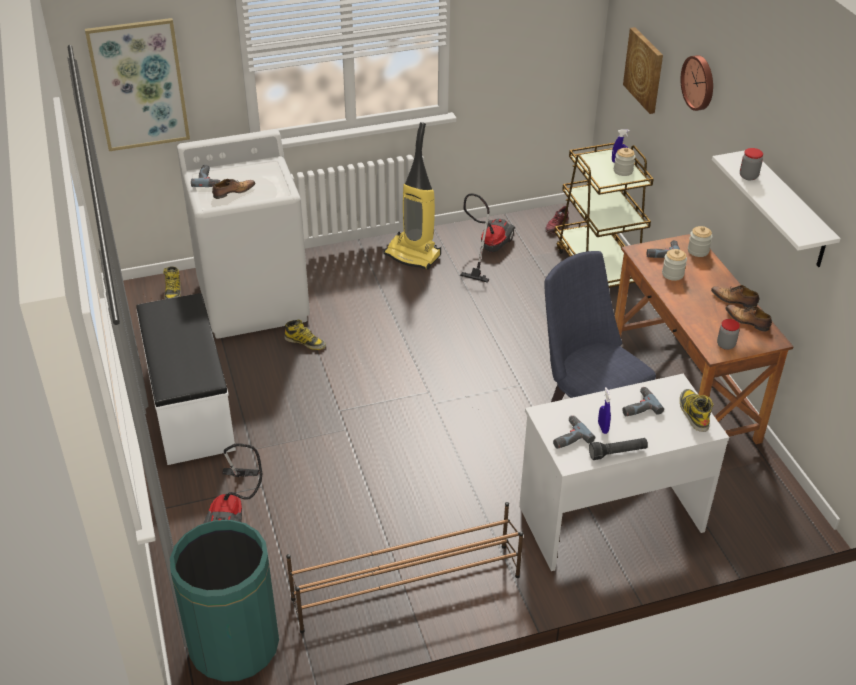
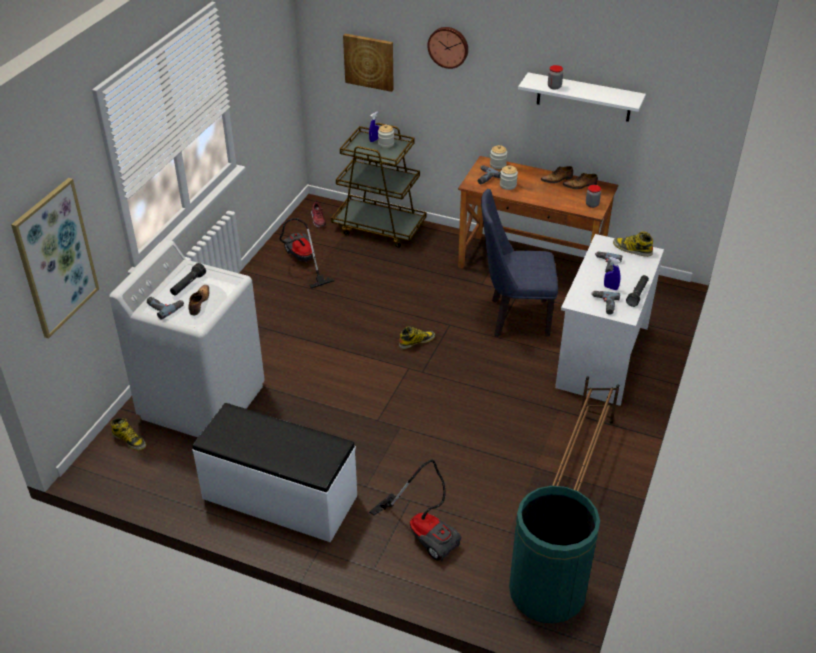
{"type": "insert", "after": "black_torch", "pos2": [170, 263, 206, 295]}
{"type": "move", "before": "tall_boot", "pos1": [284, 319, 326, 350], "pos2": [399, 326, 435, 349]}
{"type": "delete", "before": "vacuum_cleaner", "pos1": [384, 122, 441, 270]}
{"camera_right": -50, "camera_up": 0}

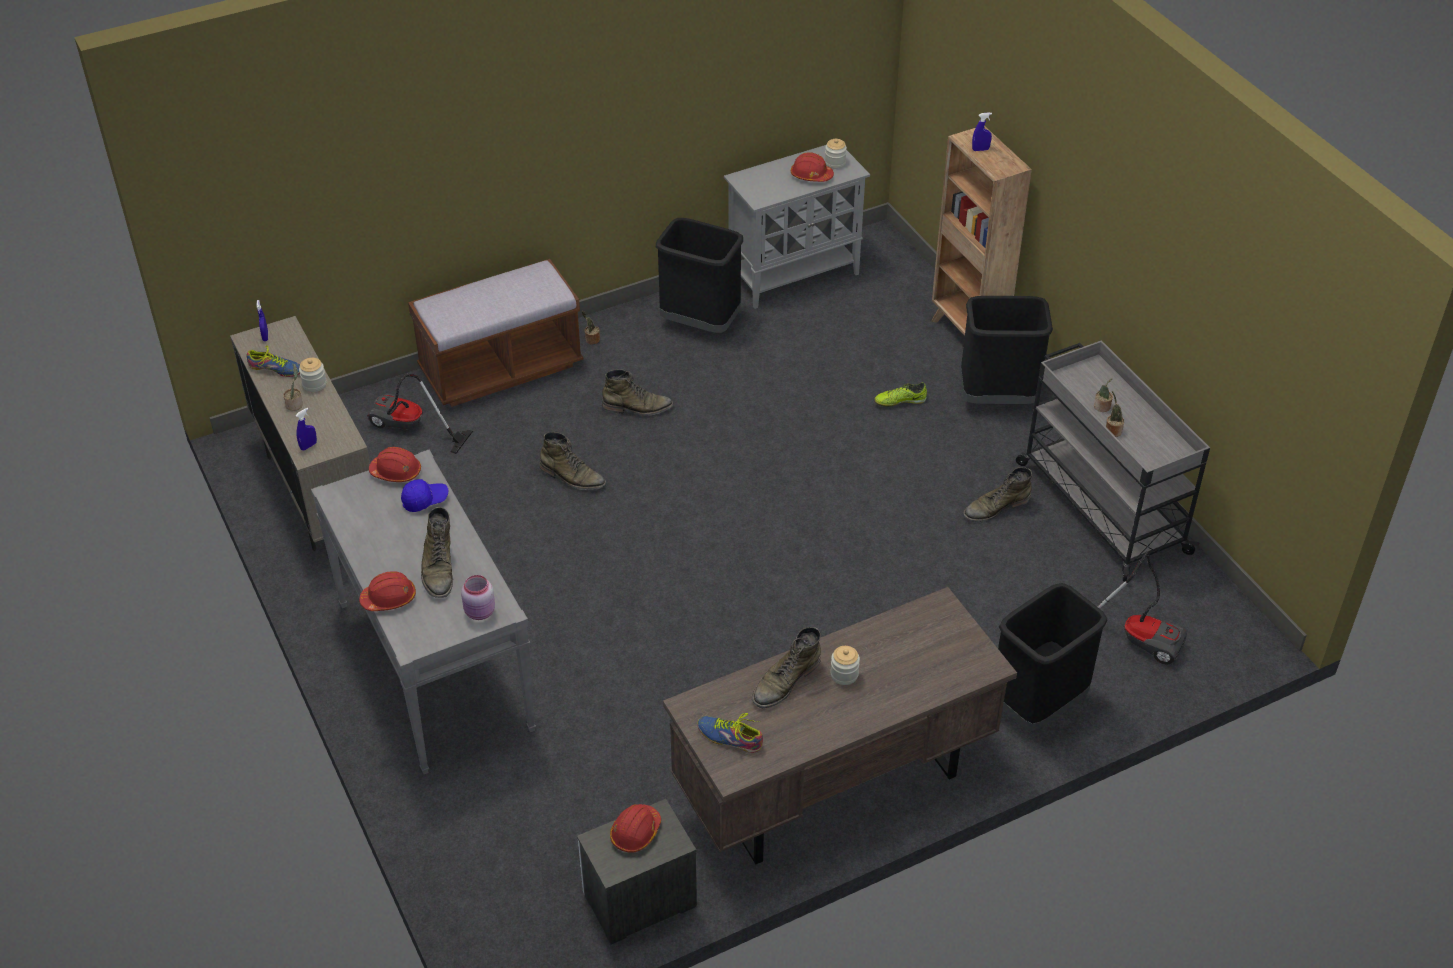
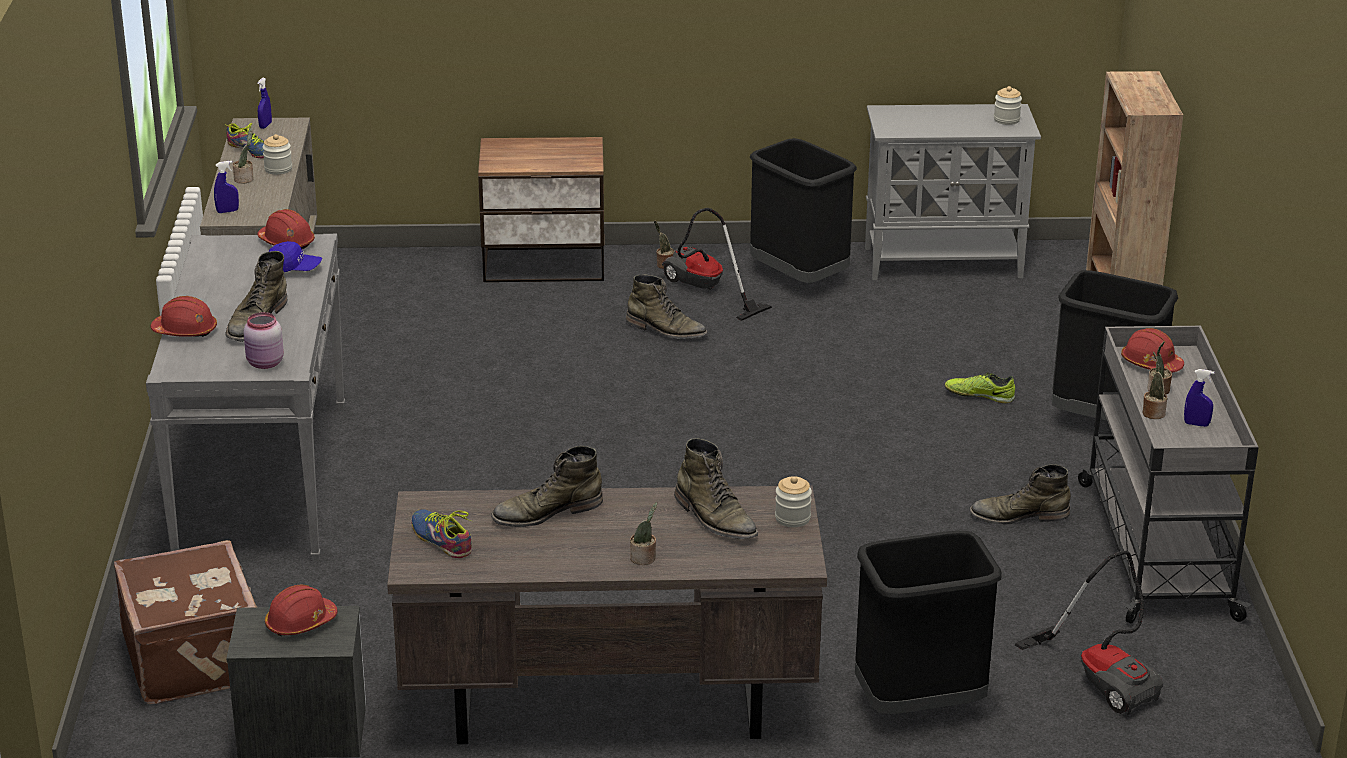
{"type": "insert", "after": "brown_piece_of_luggage", "pos2": [114, 540, 257, 704]}
{"type": "replace", "before": "brown_long_seat", "after": "night_table", "pos1": [408, 259, 583, 407], "pos2": [478, 137, 604, 282]}
{"type": "insert", "after": "houseplant", "pos2": [630, 502, 657, 565]}
{"type": "move", "before": "vacuum_cleaner", "pos1": [367, 374, 473, 454], "pos2": [662, 208, 772, 321]}
{"type": "move", "before": "greenish_tall_boot", "pos1": [539, 432, 606, 490], "pos2": [674, 438, 758, 539]}
{"type": "move", "before": "preserve_jar", "pos1": [830, 646, 860, 685], "pos2": [775, 476, 812, 527]}
{"type": "move", "before": "red-coloured_work_helmet", "pos1": [791, 152, 834, 182], "pos2": [1121, 328, 1184, 373]}
{"type": "move", "before": "bluish_hand_sprayer", "pos1": [972, 112, 992, 151], "pos2": [1184, 369, 1214, 427]}
{"camera_right": 25, "camera_up": -15}

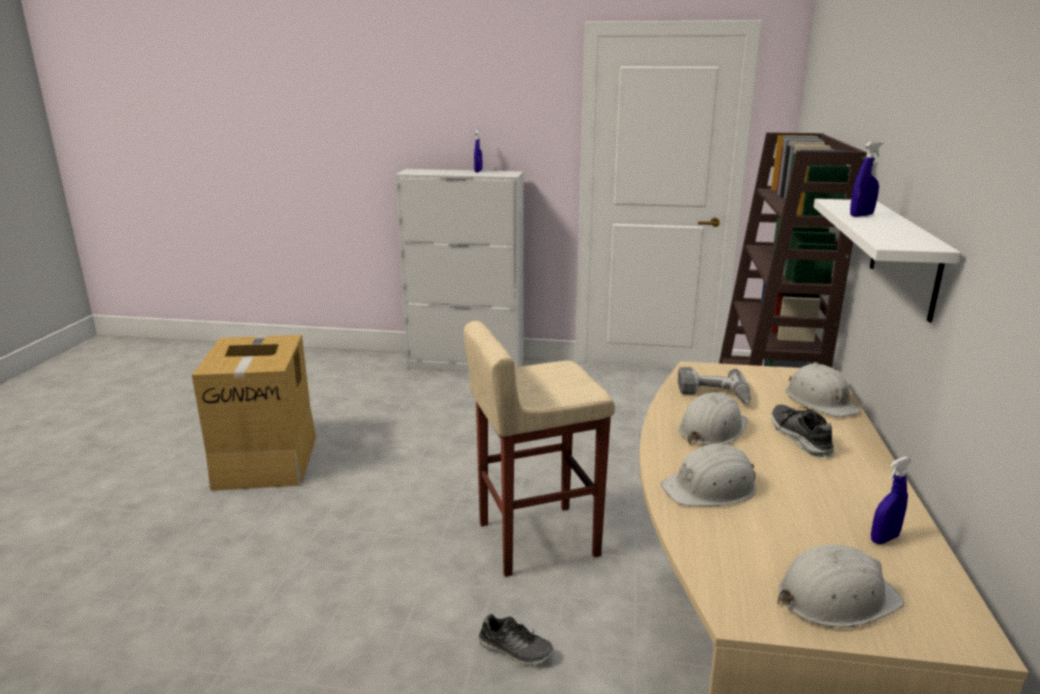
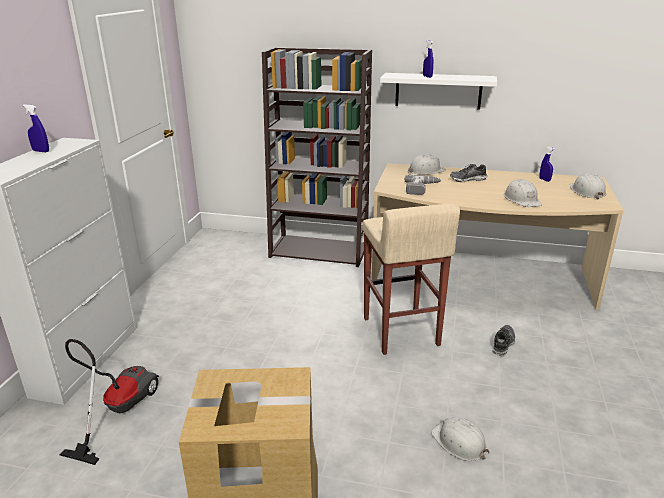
{"type": "insert", "after": "vacuum_cleaner", "pos2": [60, 339, 159, 465]}
{"type": "move", "before": "whitish_work_helmet", "pos1": [678, 392, 747, 445], "pos2": [431, 417, 490, 461]}
{"camera_right": -85, "camera_up": 5}

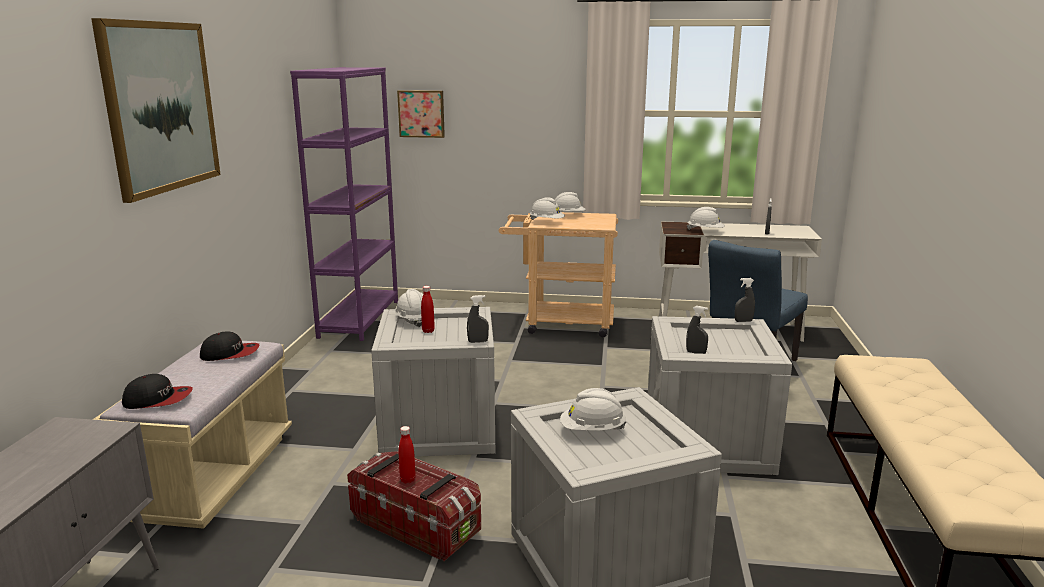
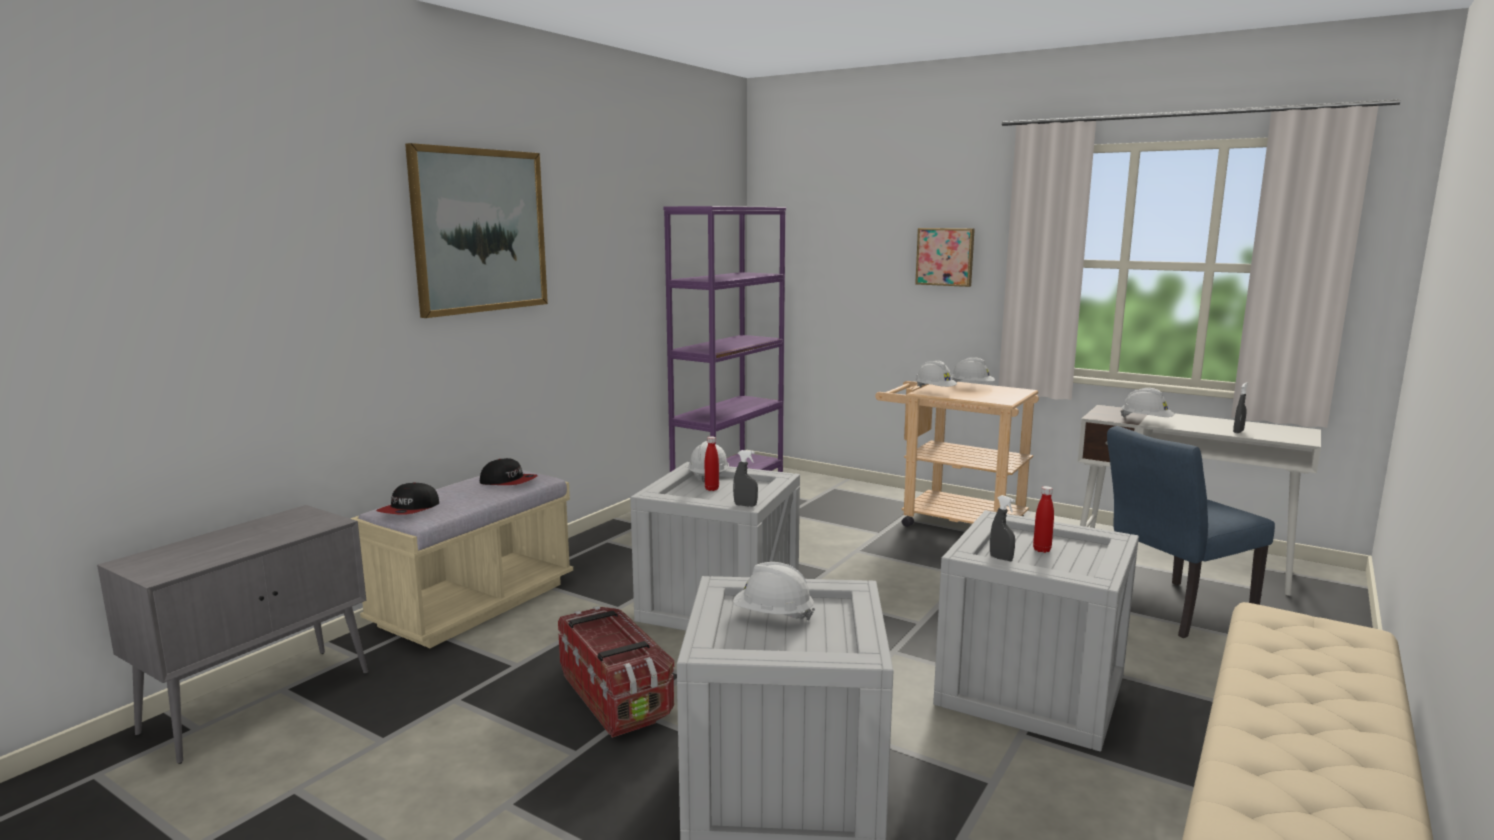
{"type": "rotate", "before": "cap", "pos1": [122, 374, 193, 409], "pos2": [376, 482, 439, 514], "turn": 90}
{"type": "move", "before": "picture", "pos1": [397, 90, 445, 138], "pos2": [915, 228, 975, 287]}
{"type": "move", "before": "red-coloured_beverage_bottle", "pos1": [399, 426, 416, 483], "pos2": [1033, 486, 1054, 553]}
{"type": "delete", "before": "greyish_hand_sprayer", "pos1": [735, 278, 755, 322]}
{"camera_right": 25, "camera_up": -5}

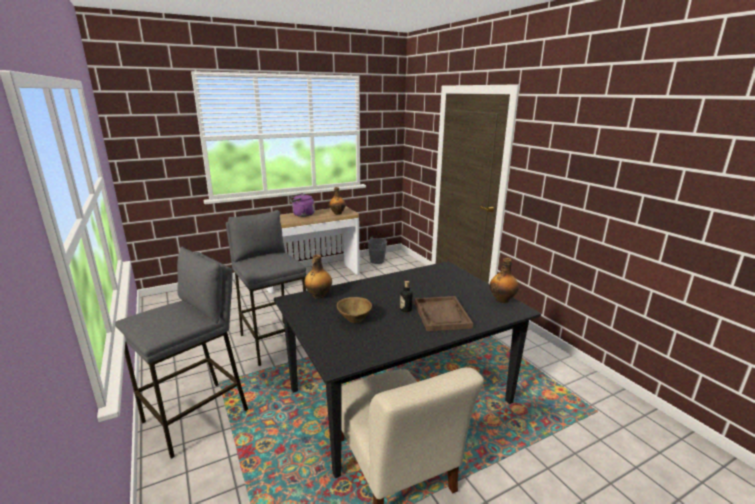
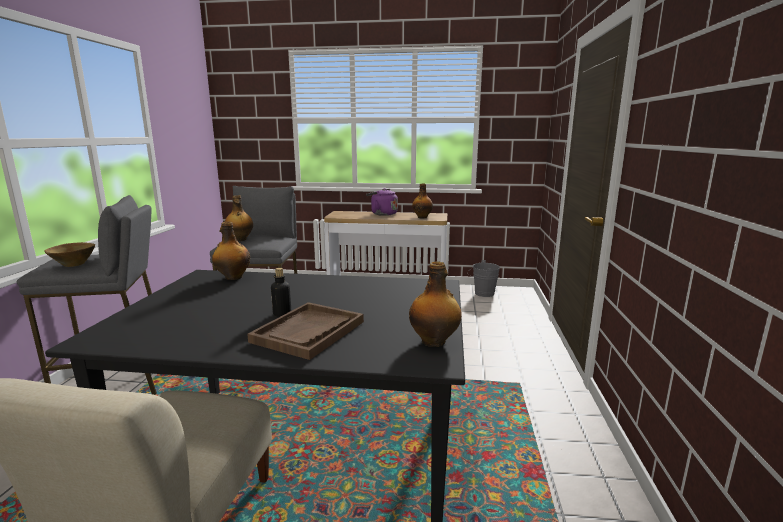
{"type": "move", "before": "brown_serving_bowl", "pos1": [337, 297, 372, 323], "pos2": [44, 242, 95, 267]}
{"type": "insert", "after": "beverage_bottle", "pos2": [225, 195, 253, 241]}
{"camera_right": 35, "camera_up": -5}

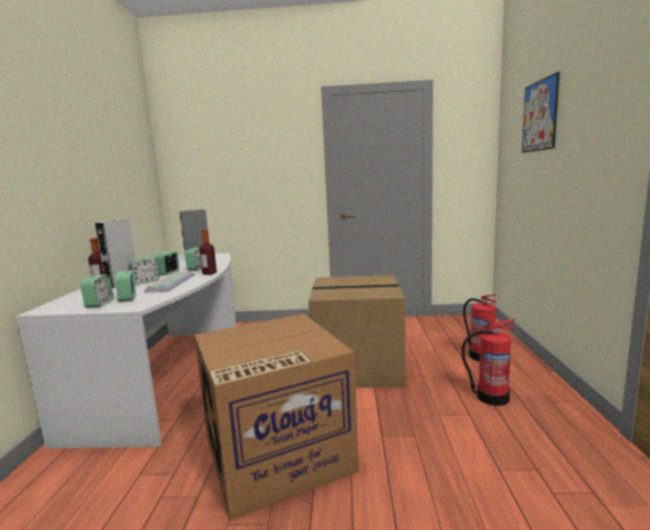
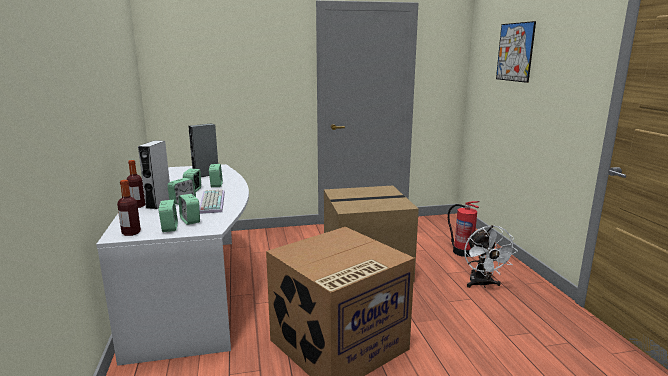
{"type": "move", "before": "beverage_bottle", "pos1": [199, 230, 217, 275], "pos2": [117, 180, 141, 236]}
{"type": "replace", "before": "fire_extinguisher", "after": "whitish_electric_fan", "pos1": [462, 318, 515, 406], "pos2": [464, 225, 518, 288]}
{"camera_right": -15, "camera_up": 5}

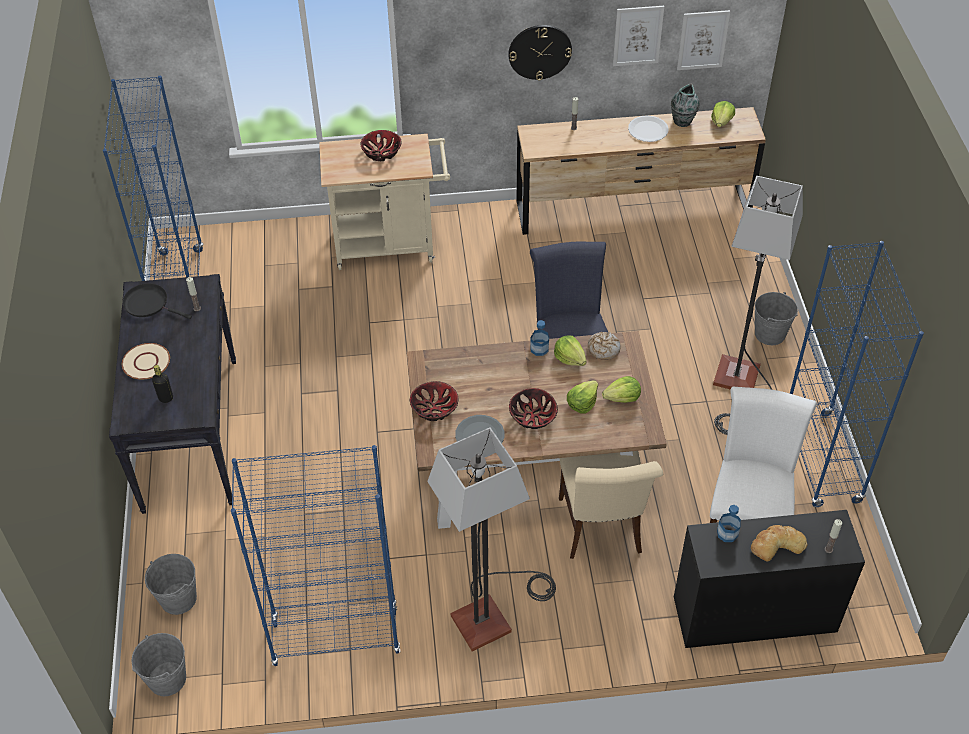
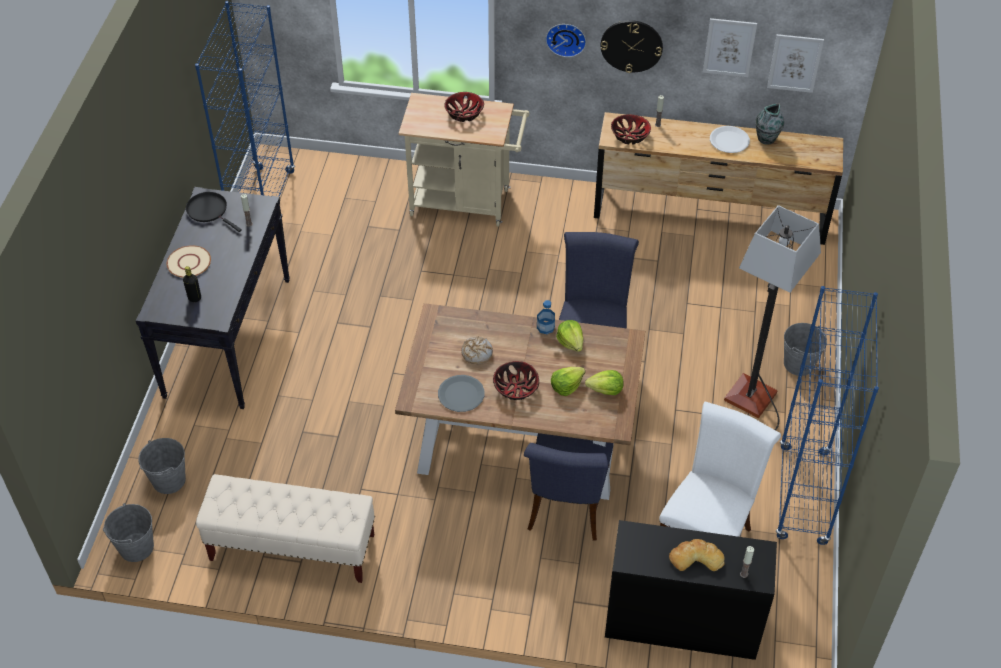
{"type": "replace", "before": "bluish_bookcase", "after": "beige-coloured_long_seat", "pos1": [231, 445, 400, 666], "pos2": [196, 474, 375, 583]}
{"type": "move", "before": "bread", "pos1": [588, 332, 620, 360], "pos2": [461, 337, 493, 364]}
{"type": "recolor", "before": "beige-coloured_chair", "after": "bluish_chair", "pos1": [559, 451, 663, 559], "pos2": [524, 433, 613, 541]}
{"type": "insert", "after": "clock_on_the_wall", "pos2": [546, 24, 586, 57]}
{"type": "move", "before": "serving_bowl", "pos1": [410, 381, 458, 421], "pos2": [611, 114, 651, 145]}
{"type": "delete", "before": "standard_lamp", "pos1": [427, 428, 556, 651]}
{"type": "delete", "before": "lettuce", "pos1": [711, 101, 735, 127]}
{"type": "delete", "before": "beverage_bottle", "pos1": [717, 505, 741, 542]}
{"camera_right": 15, "camera_up": 0}

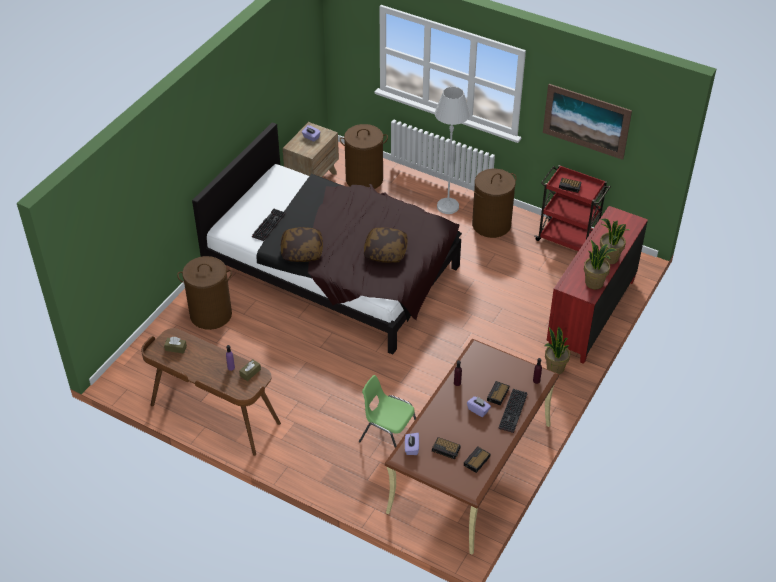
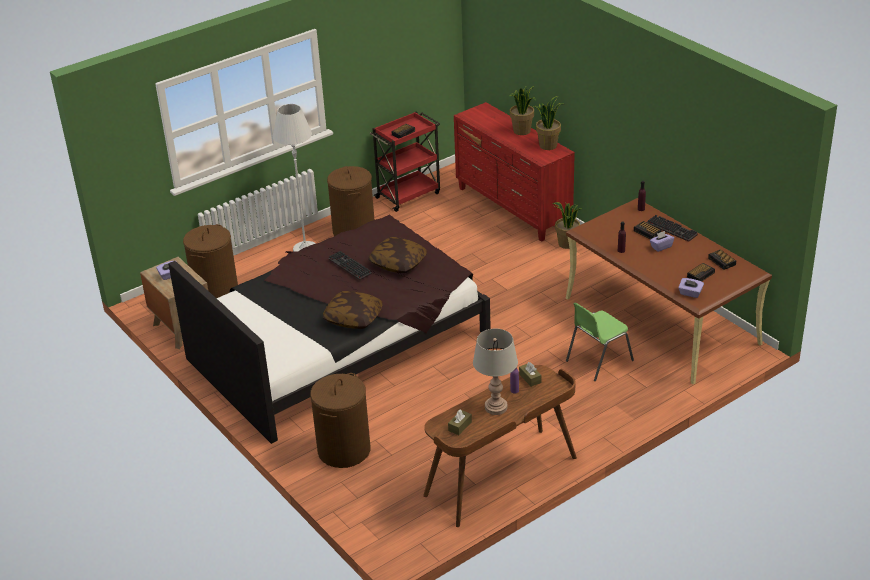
{"type": "move", "before": "computer_keyboard", "pos1": [252, 209, 285, 241], "pos2": [328, 251, 372, 280]}
{"type": "insert", "after": "greyish_lamp_for_a_table", "pos2": [473, 329, 518, 415]}
{"type": "delete", "before": "picture", "pos1": [543, 84, 632, 160]}
{"camera_right": -65, "camera_up": -10}

